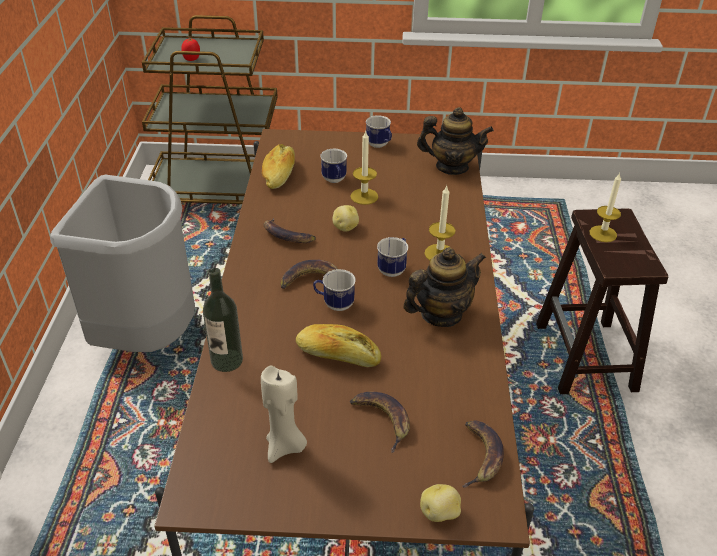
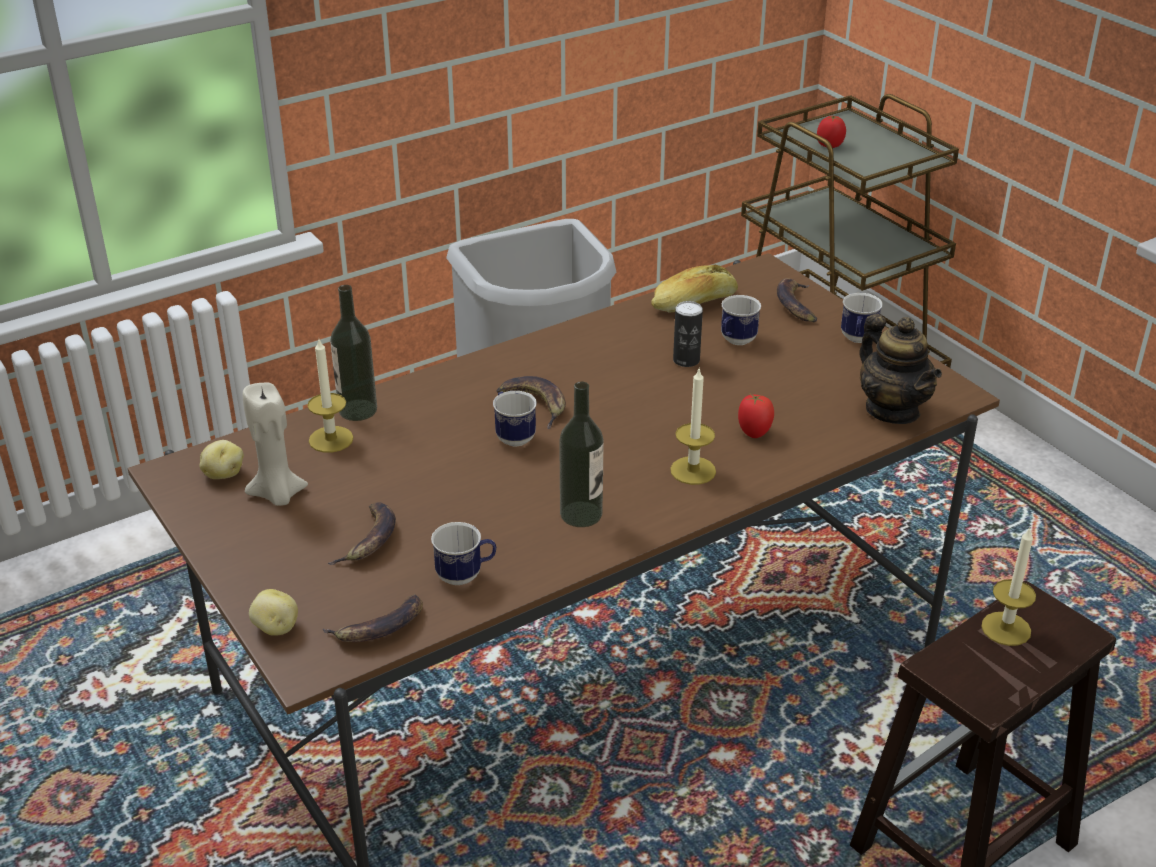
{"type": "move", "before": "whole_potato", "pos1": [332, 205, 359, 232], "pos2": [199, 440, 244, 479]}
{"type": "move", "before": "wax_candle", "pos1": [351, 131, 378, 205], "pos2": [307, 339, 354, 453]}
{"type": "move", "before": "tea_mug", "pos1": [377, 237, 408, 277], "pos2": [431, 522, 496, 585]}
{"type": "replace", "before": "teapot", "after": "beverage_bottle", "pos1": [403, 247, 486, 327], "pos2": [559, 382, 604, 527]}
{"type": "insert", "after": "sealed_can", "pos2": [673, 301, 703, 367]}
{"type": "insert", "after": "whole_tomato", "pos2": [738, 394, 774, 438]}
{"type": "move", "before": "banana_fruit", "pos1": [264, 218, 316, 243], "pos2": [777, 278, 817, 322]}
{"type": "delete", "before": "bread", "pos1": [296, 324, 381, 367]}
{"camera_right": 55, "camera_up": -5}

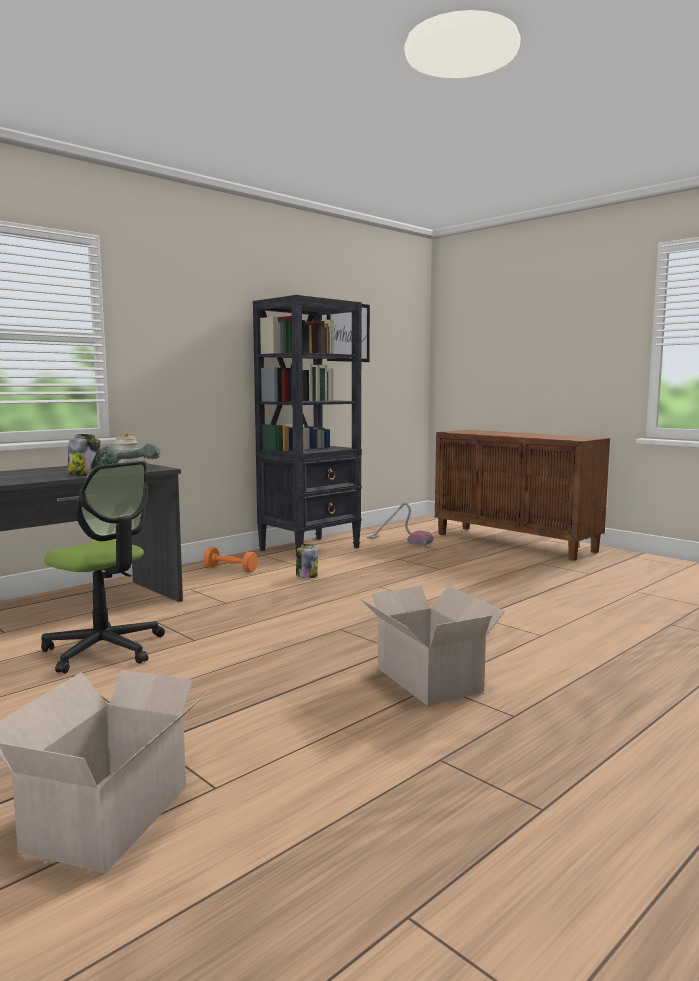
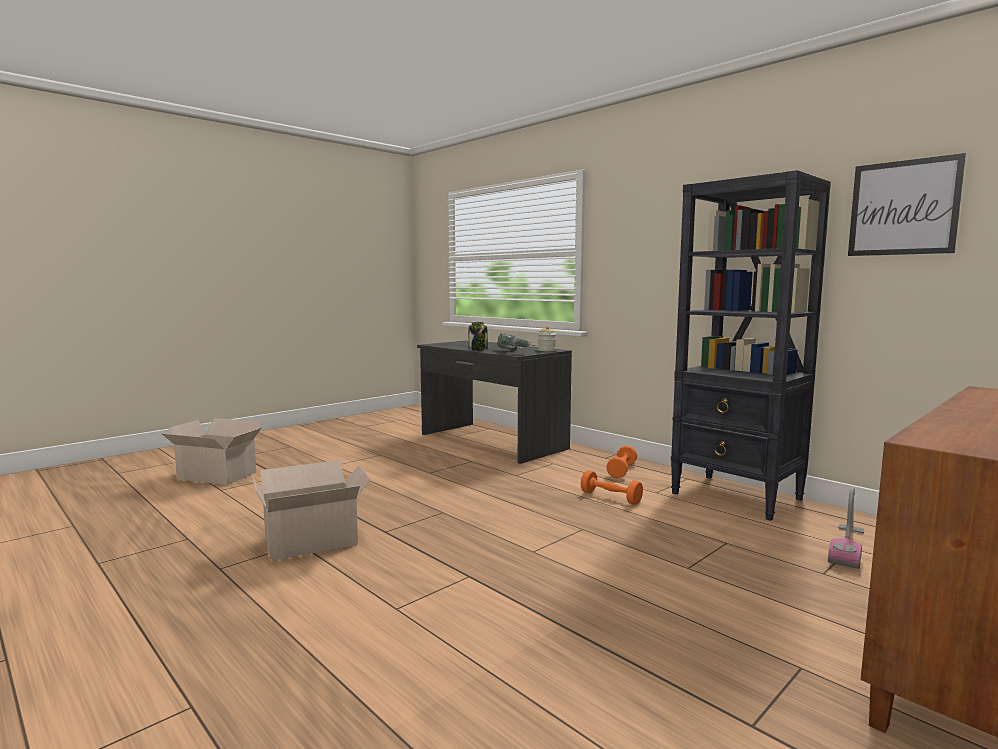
{"type": "replace", "before": "preserve_jar", "after": "orange-coloured_free_weight", "pos1": [296, 544, 318, 578], "pos2": [581, 470, 643, 505]}
{"type": "delete", "before": "office_chair", "pos1": [41, 461, 165, 673]}
{"camera_right": 90, "camera_up": 0}

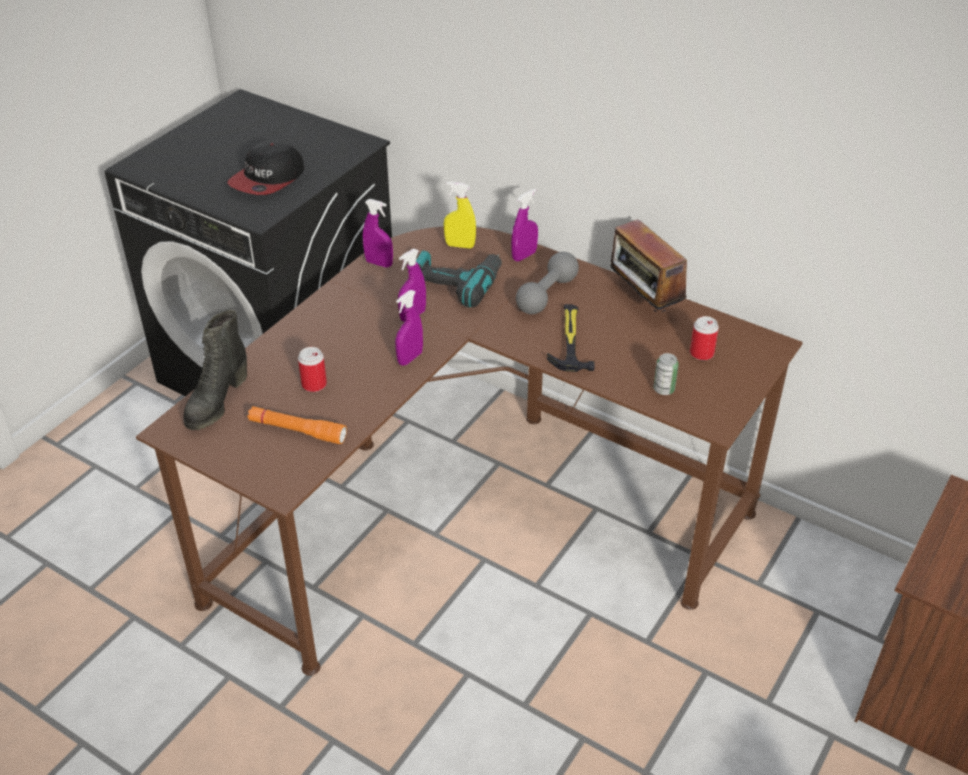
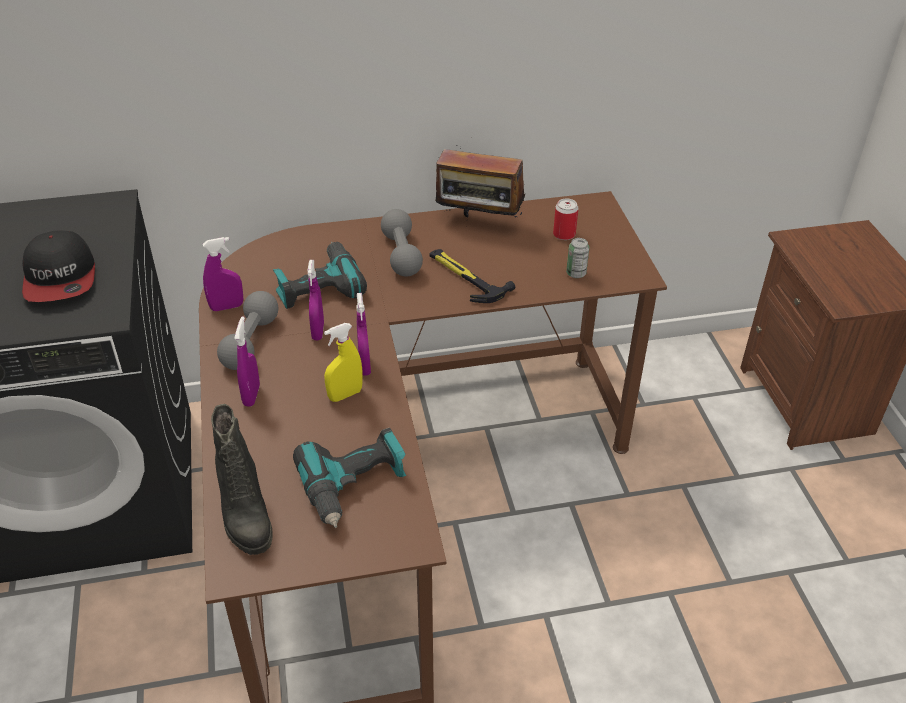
{"type": "insert", "after": "greyish_free_weight", "pos2": [217, 291, 278, 370]}
{"type": "move", "before": "purple-coloured_hand_sprayer", "pos1": [511, 189, 538, 262], "pos2": [234, 317, 260, 407]}
{"type": "replace", "before": "orange-coloured_torch", "after": "drill", "pos1": [247, 406, 347, 444], "pos2": [293, 428, 407, 528]}
{"type": "move", "before": "yellowish_hand_sprayer", "pos1": [444, 182, 476, 249], "pos2": [324, 323, 363, 402]}
{"type": "delete", "before": "sealed_can", "pos1": [298, 347, 327, 392]}
{"camera_right": -45, "camera_up": 0}

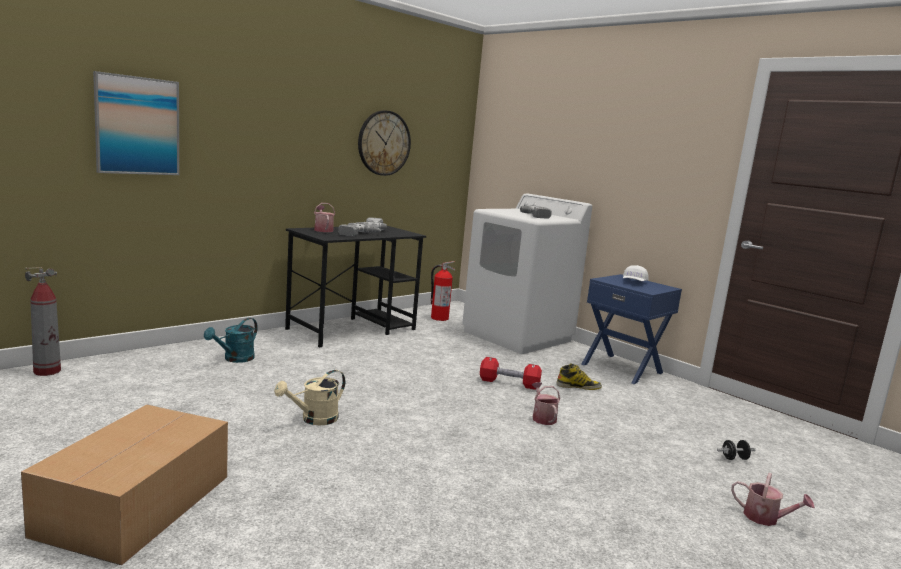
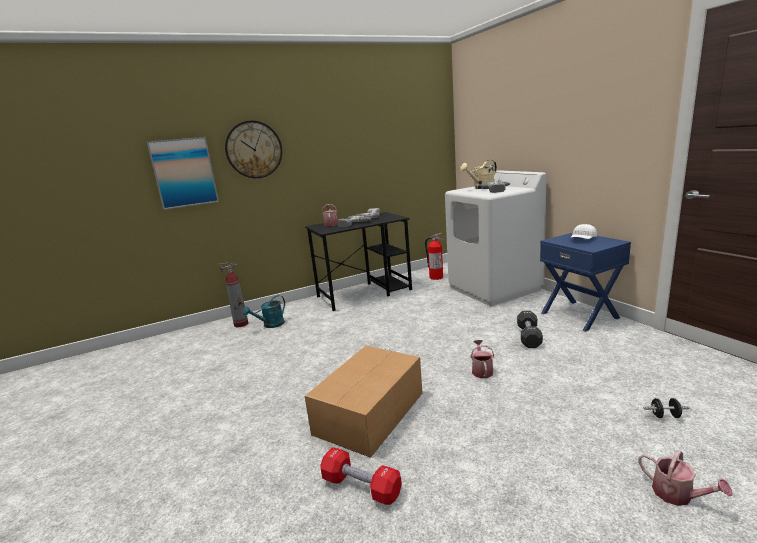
{"type": "move", "before": "fire_extinguisher", "pos1": [25, 267, 61, 376], "pos2": [219, 262, 248, 327]}
{"type": "move", "before": "clock_on_the_wall", "pos1": [358, 110, 411, 176], "pos2": [225, 120, 282, 178]}
{"type": "move", "before": "carton", "pos1": [21, 404, 228, 565], "pos2": [305, 346, 423, 458]}
{"type": "move", "before": "red-coloured_free_weight", "pos1": [480, 357, 542, 390], "pos2": [320, 447, 402, 505]}
{"type": "move", "before": "beige-coloured_watering_pot", "pos1": [274, 370, 345, 425], "pos2": [460, 160, 497, 189]}
{"type": "replace", "before": "tall_boot", "after": "black_free_weight", "pos1": [556, 363, 602, 390], "pos2": [517, 311, 543, 348]}
{"camera_right": 20, "camera_up": 5}

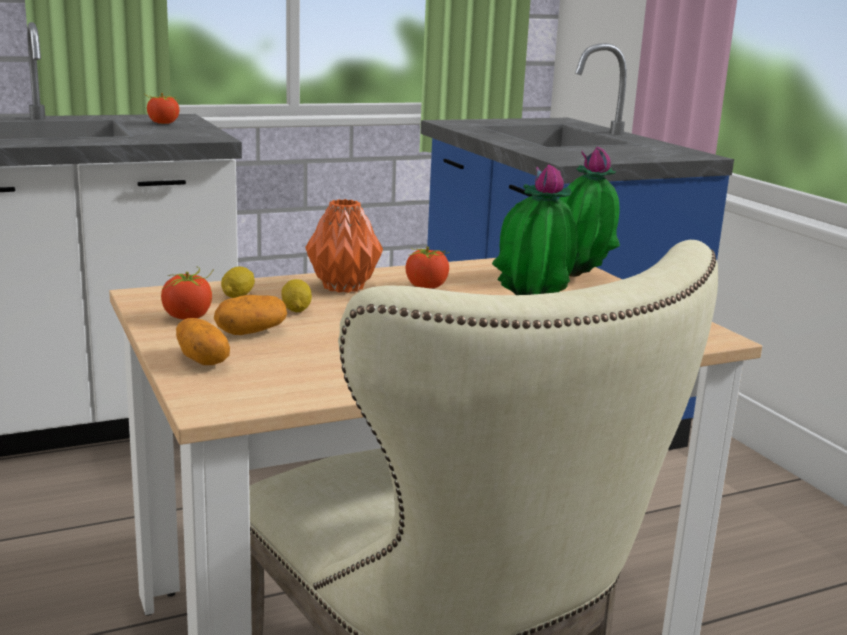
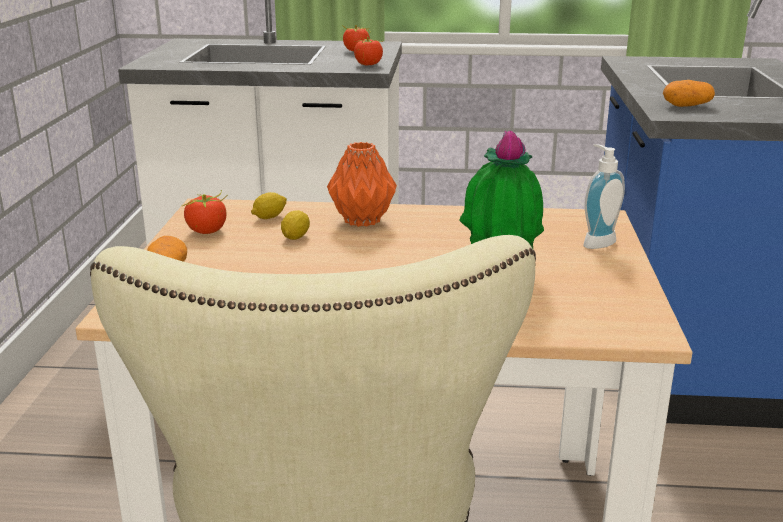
{"type": "move", "before": "whole_tomato", "pos1": [406, 247, 449, 289], "pos2": [354, 37, 383, 65]}
{"type": "replace", "before": "houseplant", "after": "soap_dispenser", "pos1": [559, 147, 620, 277], "pos2": [583, 144, 625, 249]}
{"type": "move", "before": "whole_potato", "pos1": [214, 295, 287, 335], "pos2": [663, 80, 715, 107]}
{"camera_right": 30, "camera_up": 5}

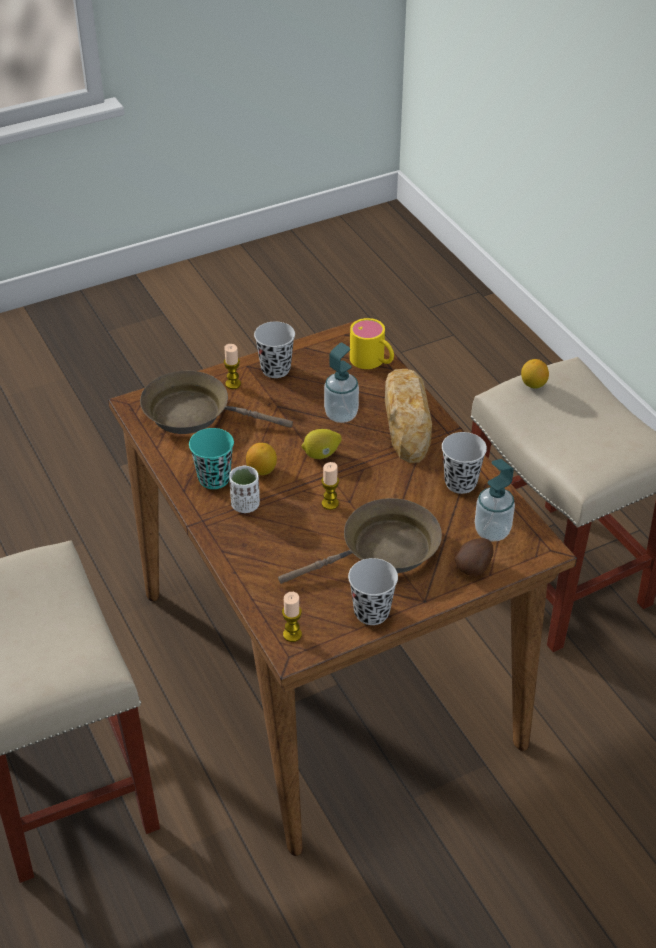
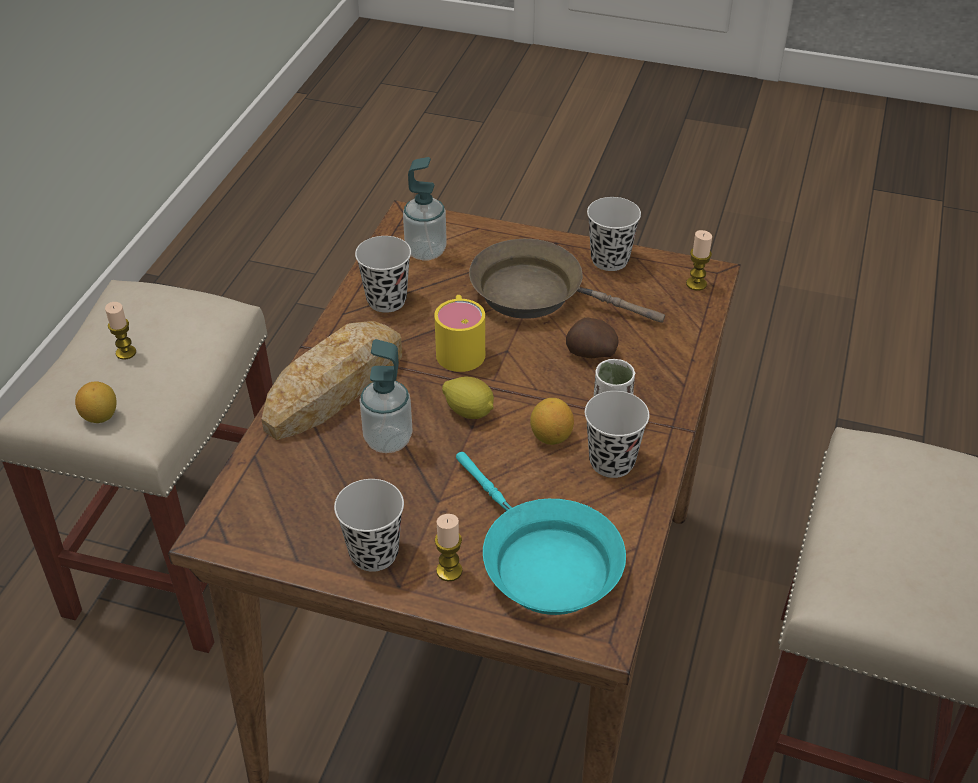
{"type": "move", "before": "wax_candle", "pos1": [321, 462, 339, 510], "pos2": [105, 302, 136, 360]}
{"type": "move", "before": "yellowish_tea_mug", "pos1": [350, 318, 394, 369], "pos2": [434, 295, 485, 372]}
{"type": "recolor", "before": "brown_frying_pan", "after": "turquoise-coloured_frying_pan", "pos1": [140, 371, 293, 434], "pos2": [456, 452, 626, 615]}
{"type": "move", "before": "whole_potato", "pos1": [455, 538, 493, 576], "pos2": [566, 318, 618, 358]}
{"type": "recolor", "before": "turquoise-coloured_cup", "after": "black_cup", "pos1": [189, 428, 234, 489], "pos2": [585, 391, 649, 478]}
{"camera_right": -135, "camera_up": 0}

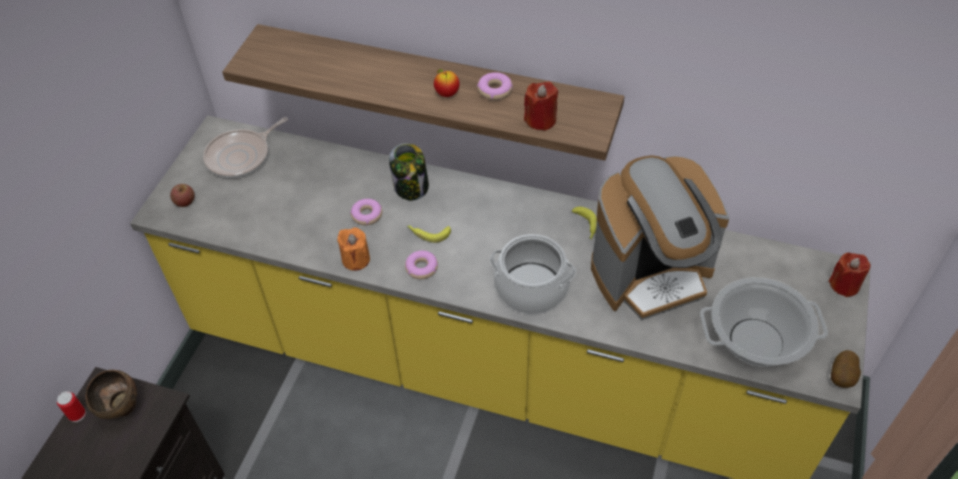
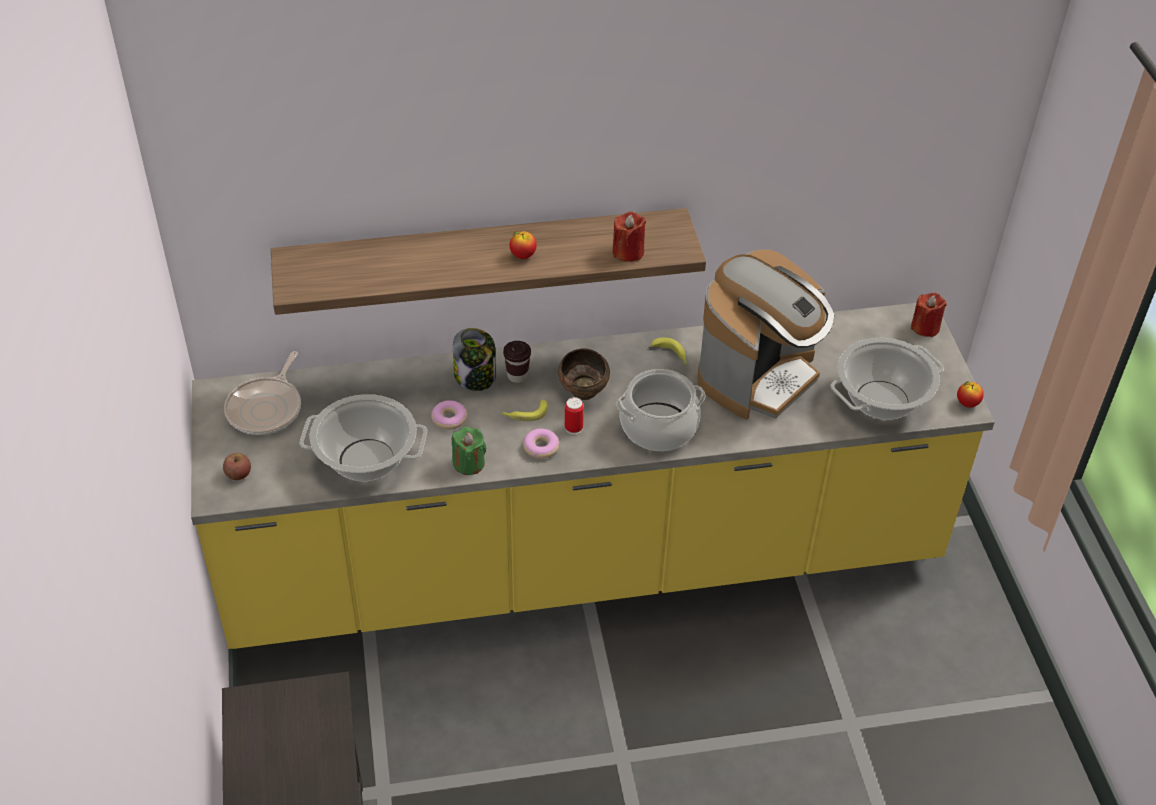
{"type": "insert", "after": "stockpot", "pos2": [300, 394, 427, 481]}
{"type": "recolor", "before": "orange-coloured_wax_candle", "after": "greenish_wax_candle", "pos1": [337, 228, 370, 271], "pos2": [452, 427, 486, 475]}
{"type": "insert", "after": "brown_cup", "pos2": [503, 341, 531, 383]}
{"type": "move", "before": "brown_serving_bowl", "pos1": [85, 370, 137, 419], "pos2": [558, 349, 610, 400]}
{"type": "move", "before": "sealed_can", "pos1": [57, 391, 86, 422], "pos2": [565, 397, 584, 434]}
{"type": "replace", "before": "whole_potato", "after": "apple", "pos1": [831, 350, 861, 388], "pos2": [957, 382, 984, 408]}
{"type": "delete", "before": "doughnut", "pos1": [477, 72, 513, 100]}
{"camera_right": -30, "camera_up": -5}

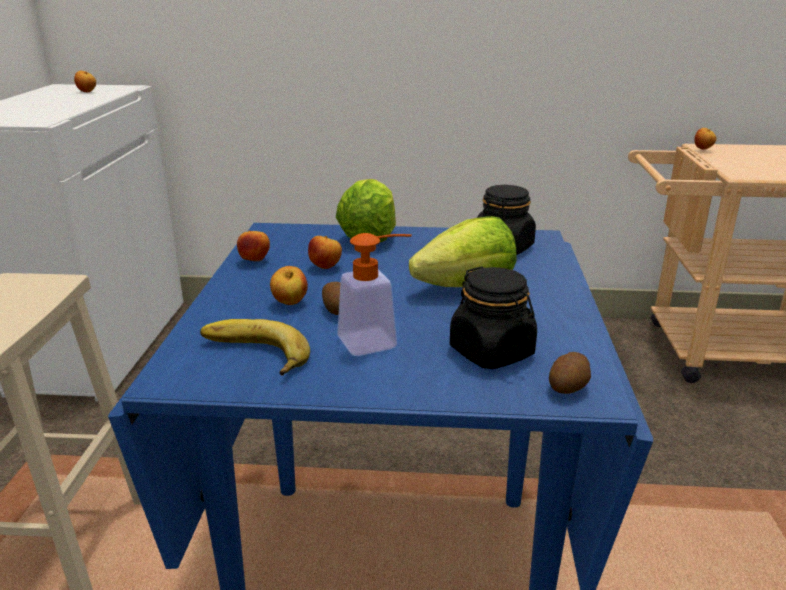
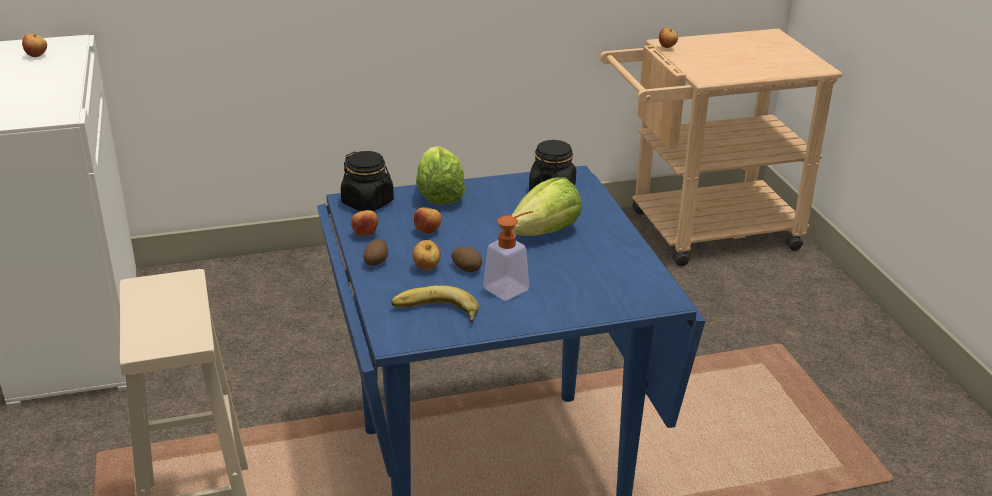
{"type": "move", "before": "black_preserve_jar", "pos1": [450, 266, 537, 369], "pos2": [341, 151, 394, 211]}
{"type": "move", "before": "whole_potato", "pos1": [549, 352, 591, 394], "pos2": [363, 239, 388, 266]}
{"camera_right": -20, "camera_up": 5}

